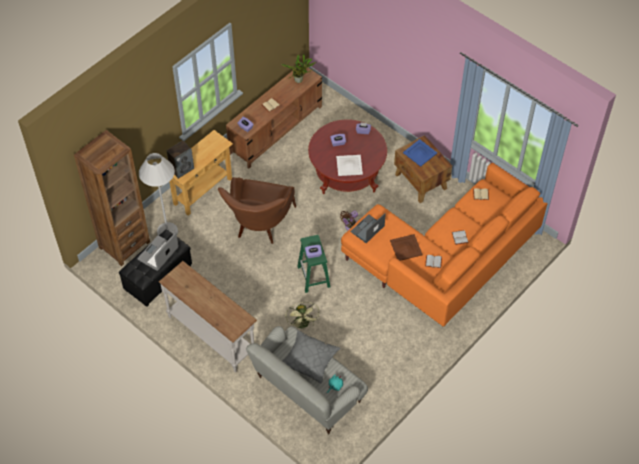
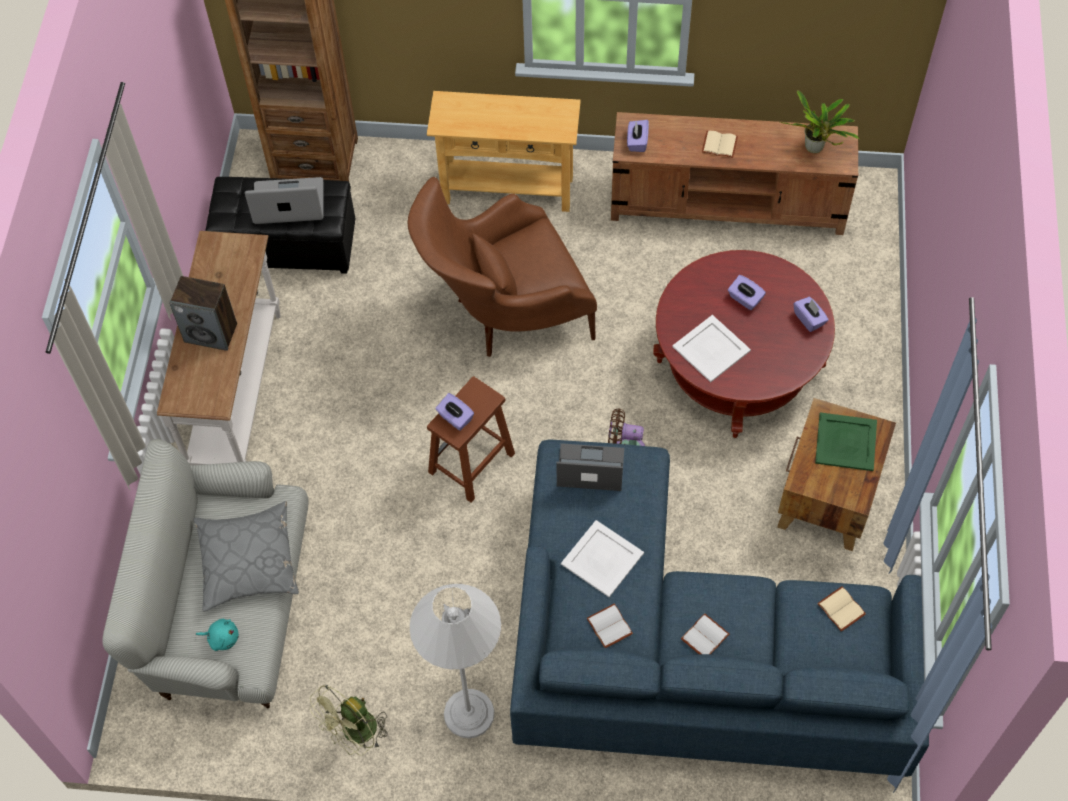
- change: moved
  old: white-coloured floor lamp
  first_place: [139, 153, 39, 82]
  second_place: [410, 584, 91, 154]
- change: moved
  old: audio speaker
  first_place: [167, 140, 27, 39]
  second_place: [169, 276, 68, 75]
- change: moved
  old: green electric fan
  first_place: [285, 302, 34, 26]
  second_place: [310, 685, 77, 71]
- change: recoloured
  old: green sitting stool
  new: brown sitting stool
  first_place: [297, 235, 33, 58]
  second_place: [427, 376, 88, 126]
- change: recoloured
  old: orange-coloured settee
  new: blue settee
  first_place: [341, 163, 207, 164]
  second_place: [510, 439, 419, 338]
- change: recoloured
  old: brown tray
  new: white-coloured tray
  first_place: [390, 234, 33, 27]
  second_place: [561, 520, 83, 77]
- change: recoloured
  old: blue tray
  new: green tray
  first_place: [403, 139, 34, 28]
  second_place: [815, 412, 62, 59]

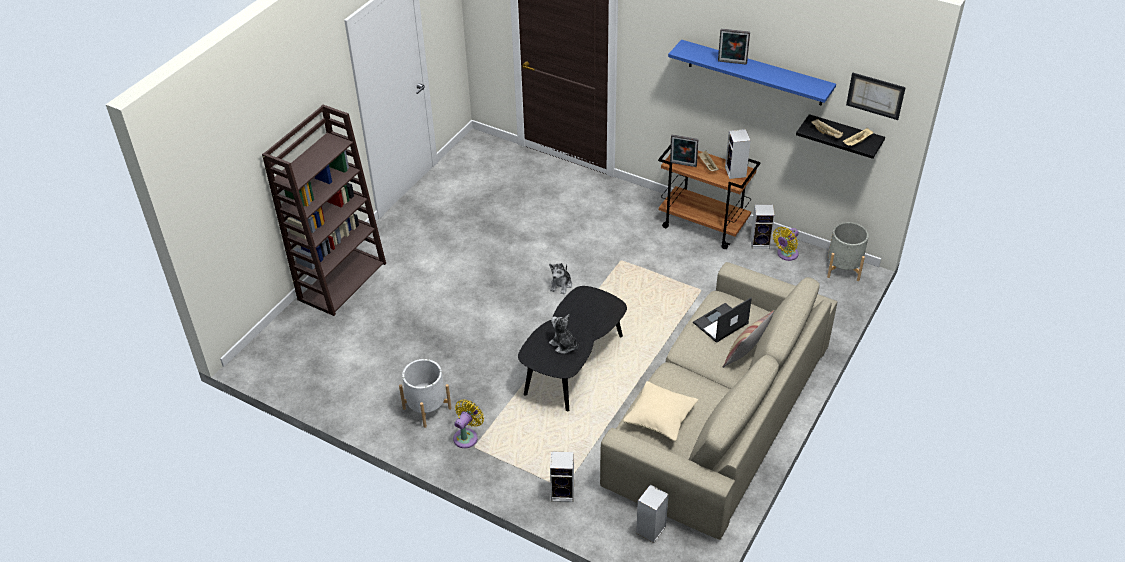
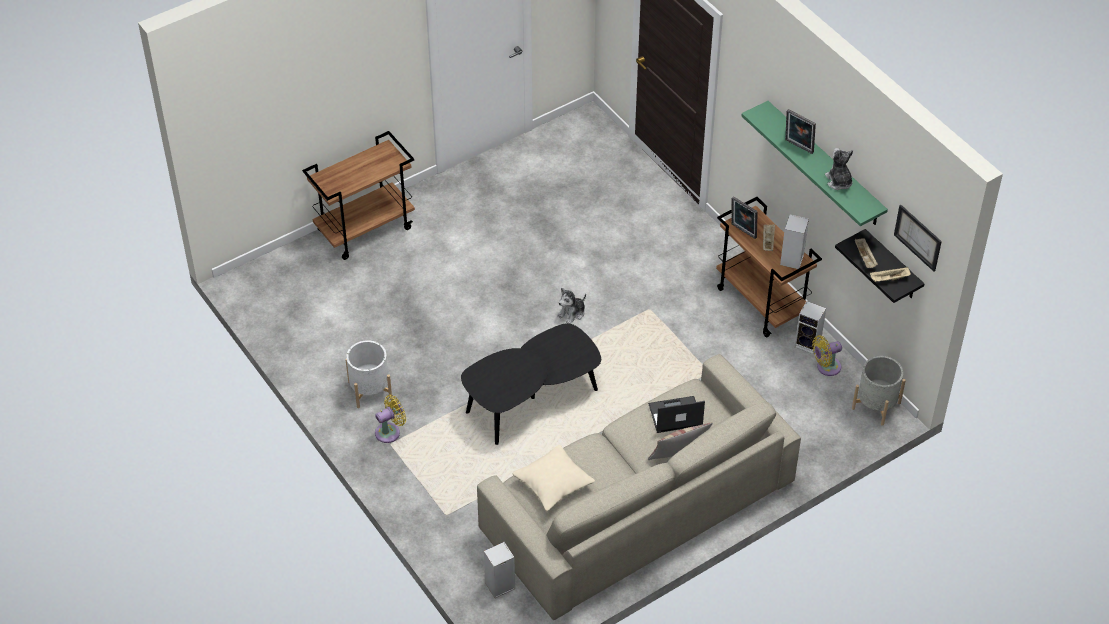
- change: removed
  old: audio speaker
  first_place: [550, 451, 24, 51]
- change: moved
  old: soft toy
  first_place: [549, 314, 29, 40]
  second_place: [825, 148, 28, 42]
- change: replaced
  old: brown bookcase
  new: brown wheeled cart
  first_place: [262, 105, 124, 211]
  second_place: [302, 131, 113, 129]
- change: recoloured
  old: blue shelf
  new: green shelf
  first_place: [668, 40, 168, 66]
  second_place: [741, 101, 147, 125]

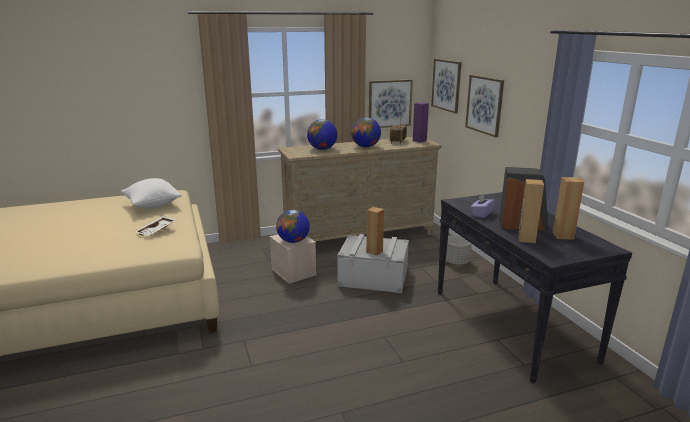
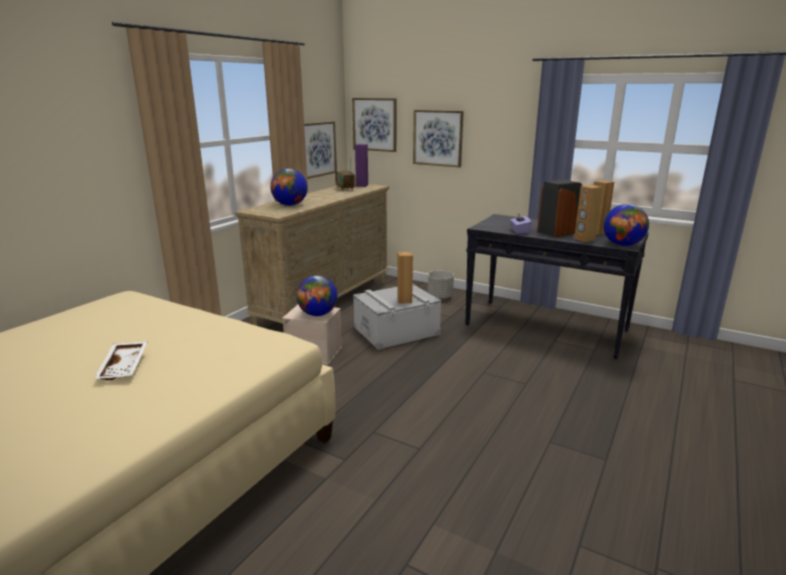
- change: removed
  old: white-coloured pillow
  first_place: [121, 178, 61, 30]
- change: moved
  old: white-coloured tray
  first_place: [135, 216, 41, 20]
  second_place: [94, 341, 54, 40]
- change: moved
  old: desk globe
  first_place: [351, 117, 30, 30]
  second_place: [603, 204, 46, 42]

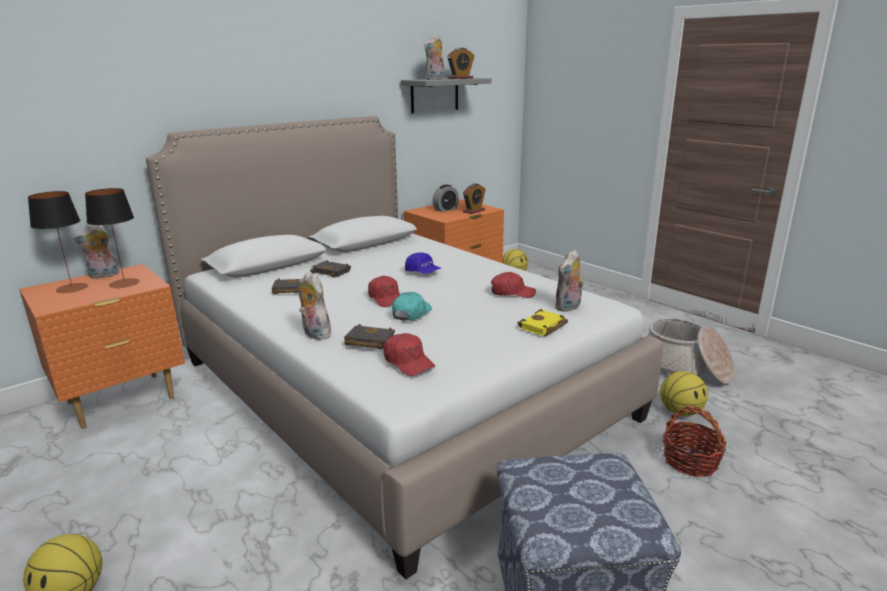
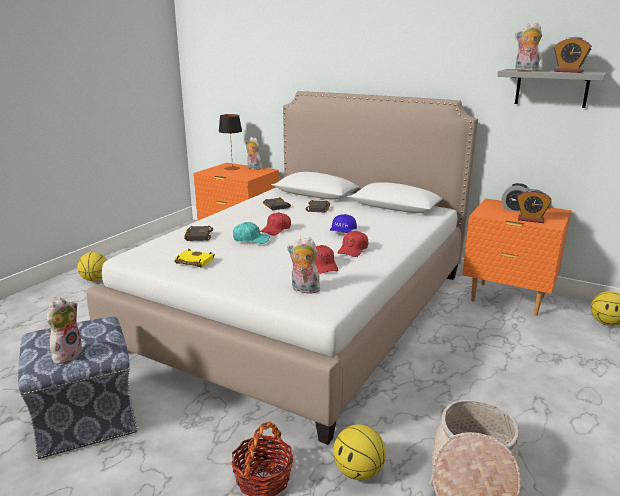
- change: removed
  old: lamp for a table
  first_place: [85, 188, 55, 100]
- change: moved
  old: soft toy
  first_place: [298, 272, 34, 68]
  second_place: [47, 298, 36, 66]
- change: moved
  old: red peaked cap
  first_place: [383, 333, 52, 43]
  second_place: [338, 231, 30, 26]
- change: moved
  old: yellow volume
  first_place: [518, 309, 50, 27]
  second_place: [174, 249, 41, 18]

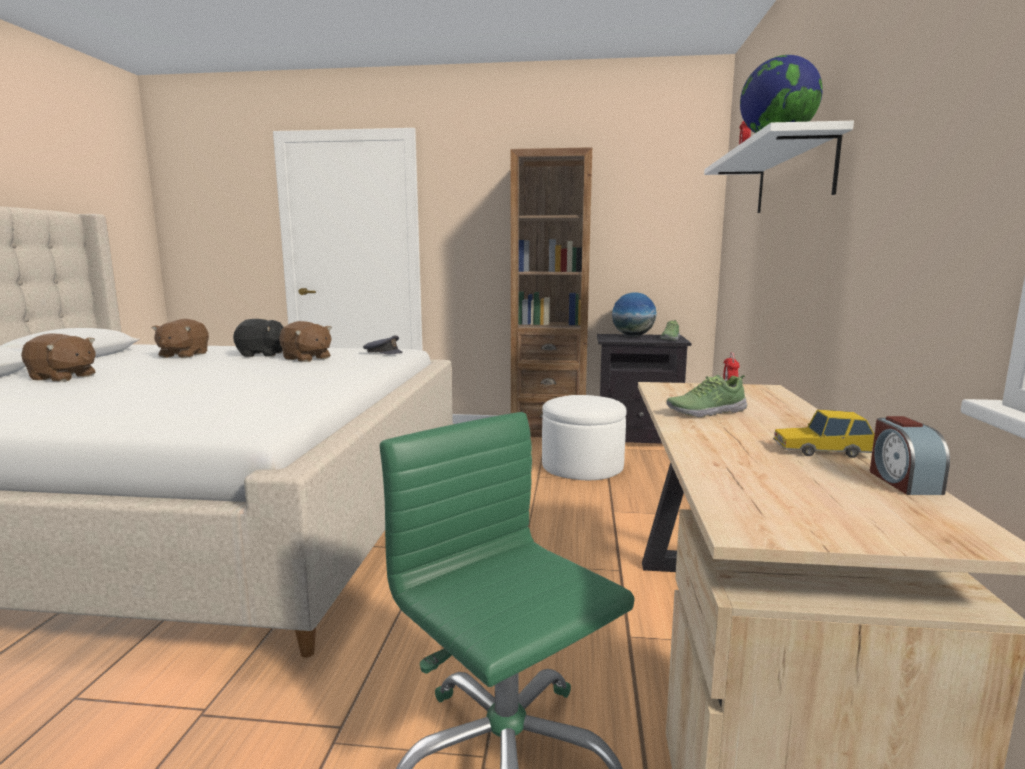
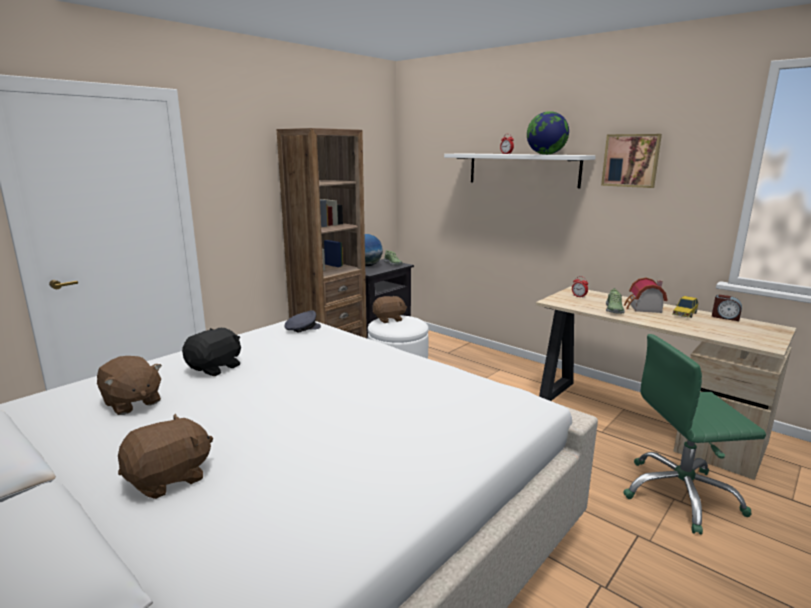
- change: added
  new: wall art
  second_place: [601, 134, 61, 54]
- change: added
  new: toy house
  second_place: [624, 278, 43, 35]
- change: moved
  old: brown soft toy
  first_place: [279, 321, 53, 41]
  second_place: [372, 296, 35, 27]

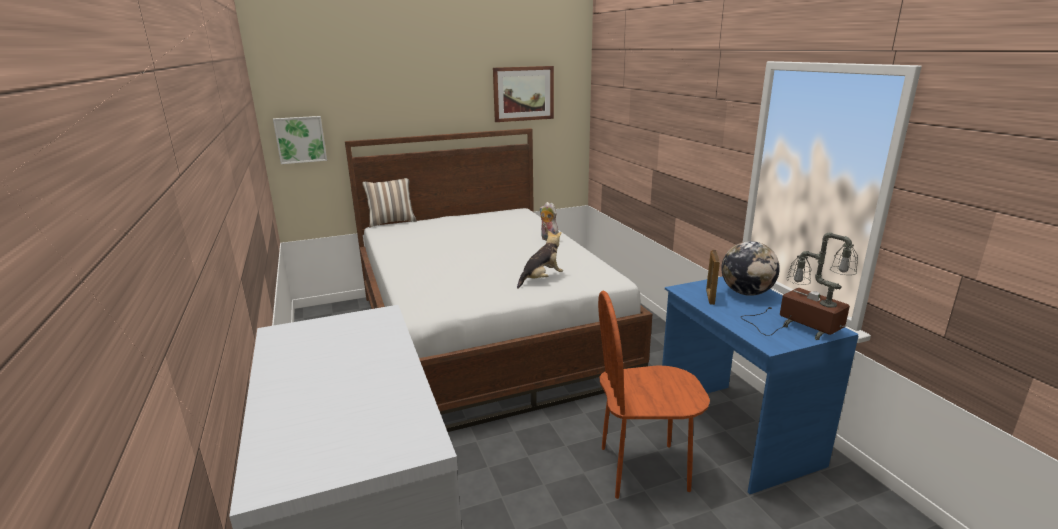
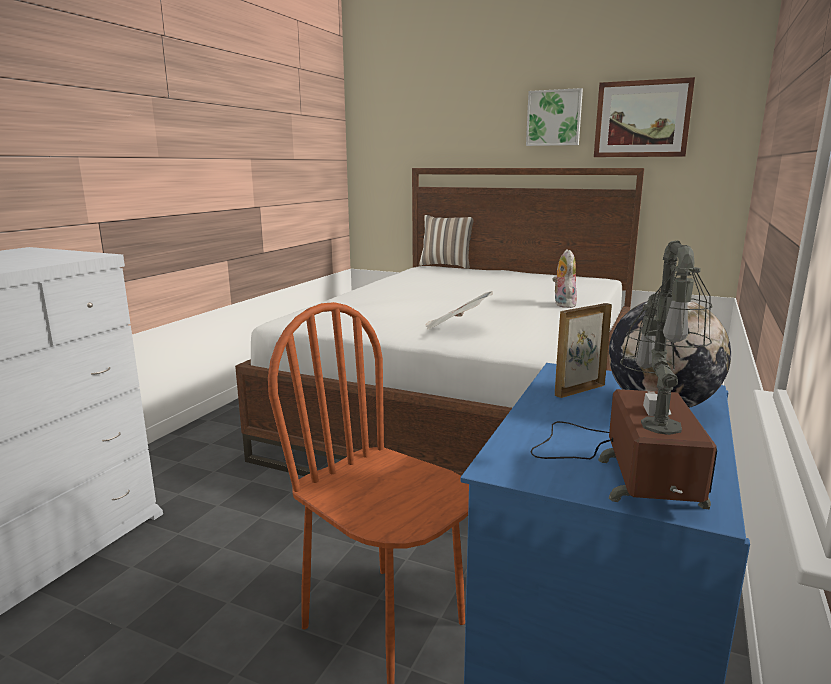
- change: moved
  old: wall art
  first_place: [273, 116, 54, 48]
  second_place: [526, 88, 57, 58]
- change: replaced
  old: soft toy
  new: printed paper
  first_place: [517, 230, 46, 59]
  second_place: [426, 291, 67, 39]

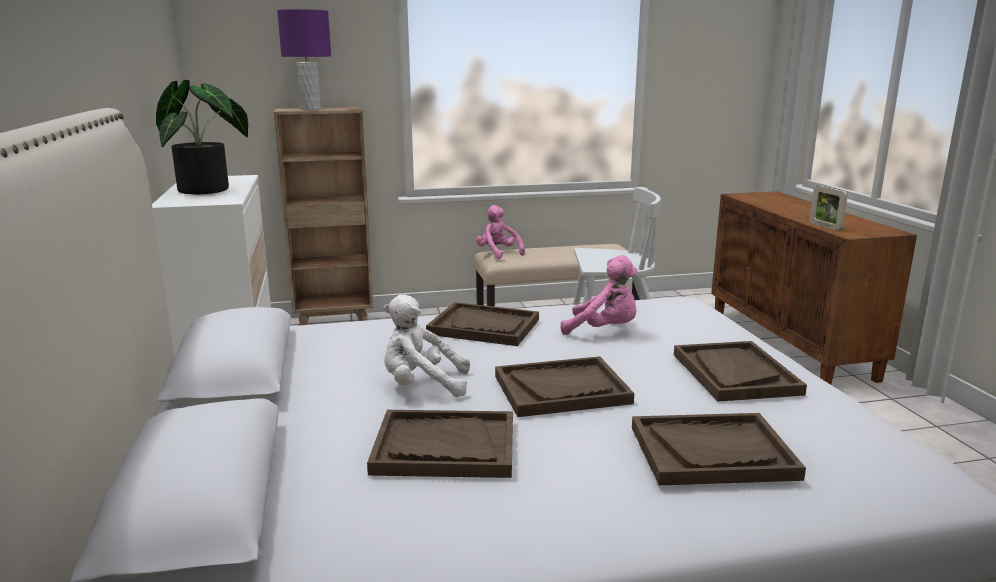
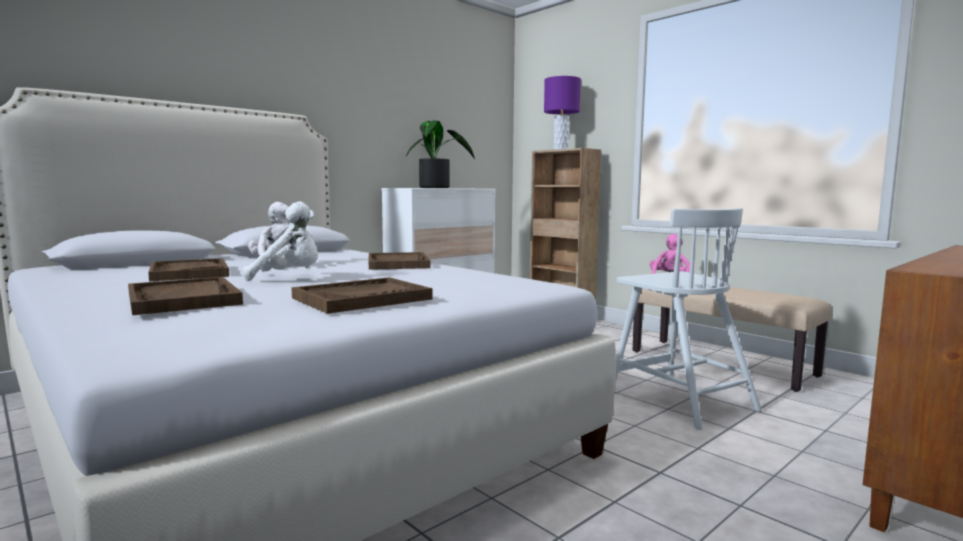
- change: removed
  old: pink soft toy
  first_place: [561, 255, 76, 80]
- change: removed
  old: standing frame
  first_place: [810, 186, 38, 45]
- change: replaced
  old: brown tray
  new: white-coloured soft toy
  first_place: [495, 356, 139, 61]
  second_place: [243, 202, 75, 79]

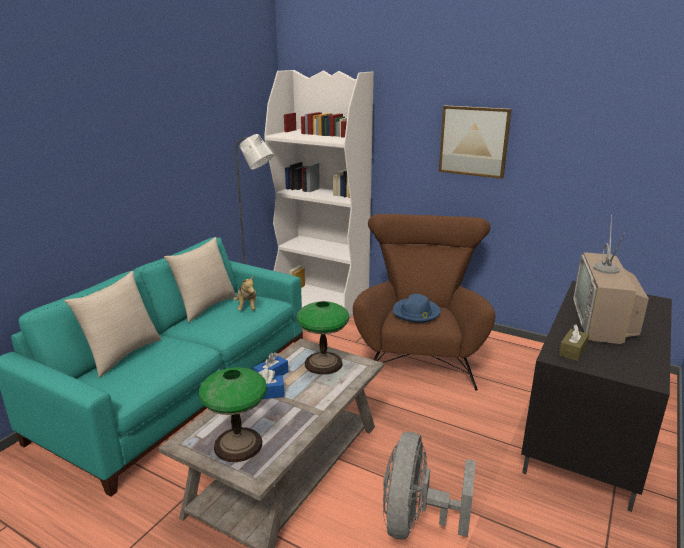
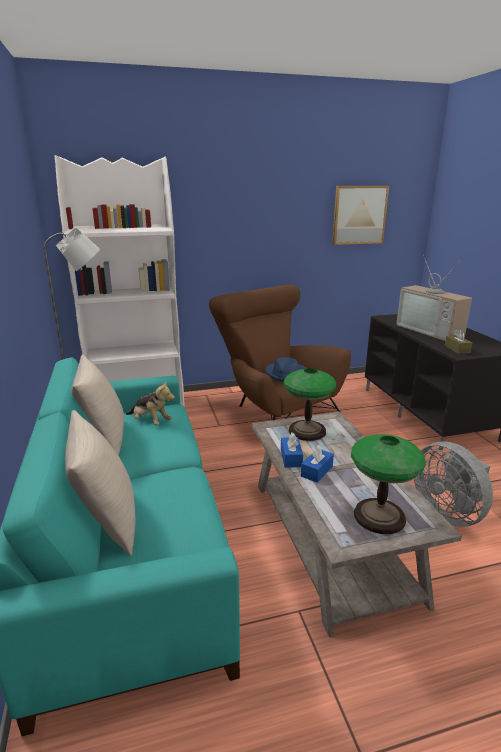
- change: moved
  old: wall art
  first_place: [439, 106, 73, 73]
  second_place: [332, 186, 57, 59]

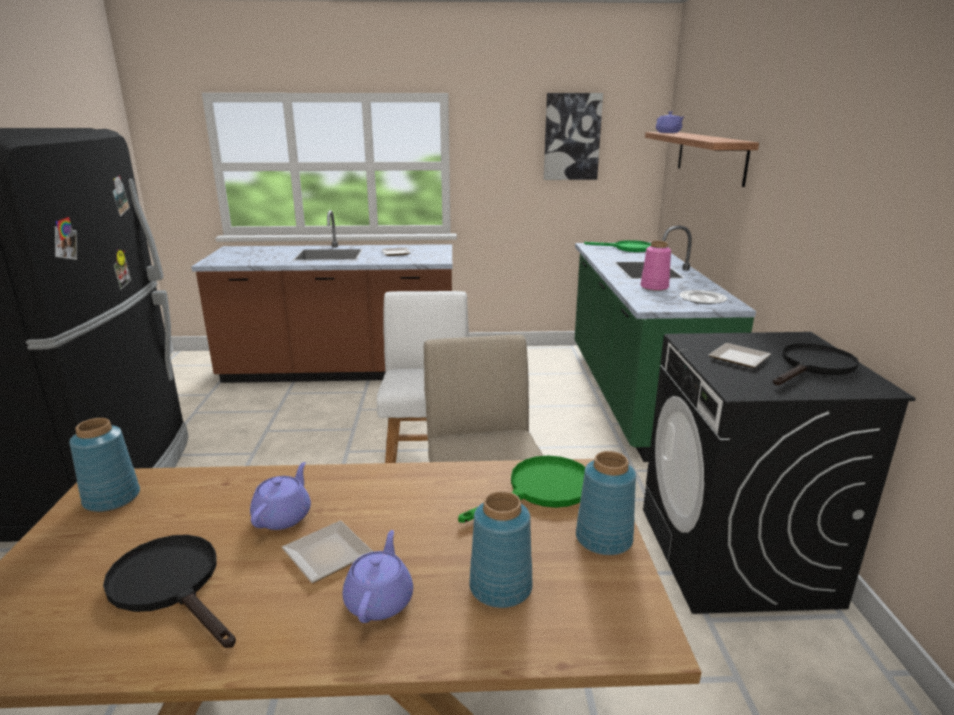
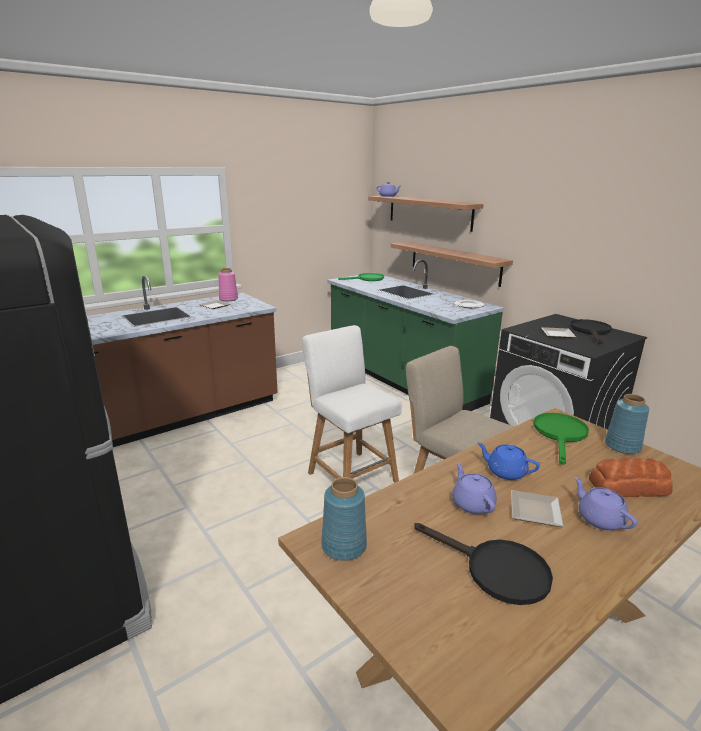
- change: removed
  old: wall art
  first_place: [544, 93, 59, 87]
- change: added
  new: shelf
  second_place: [391, 241, 122, 46]
- change: added
  new: blue pot for tea
  second_place: [477, 442, 63, 38]
- change: moved
  old: pink vase
  first_place: [640, 241, 31, 50]
  second_place: [218, 268, 20, 33]
- change: replaced
  old: blue vase
  new: bakery bread
  first_place: [469, 491, 64, 117]
  second_place: [589, 458, 84, 39]
- change: turned
  old: black skillet
  first_place: [103, 535, 133, 113]
  second_place: [414, 523, 139, 82]
  degrees: -150

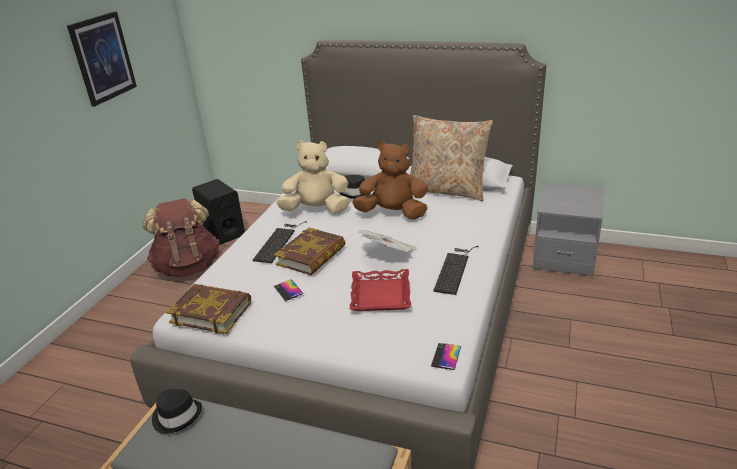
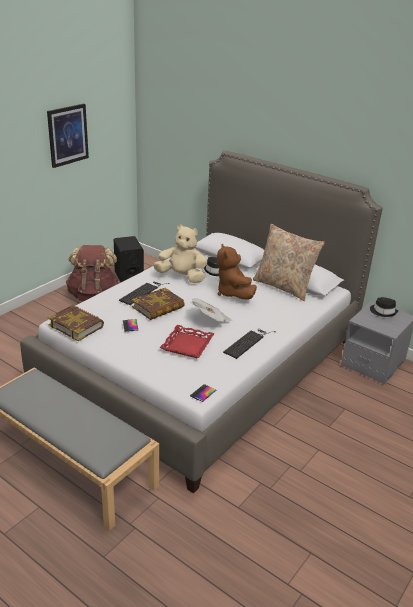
- change: moved
  old: black hat
  first_place: [152, 389, 50, 45]
  second_place: [370, 297, 28, 20]
- change: turned
  old: brown soft toy
  first_place: [352, 141, 76, 79]
  second_place: [217, 243, 40, 56]
  degrees: -135

